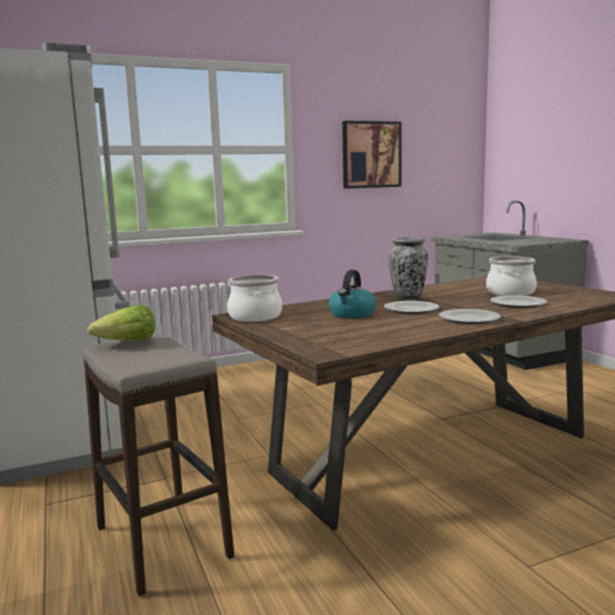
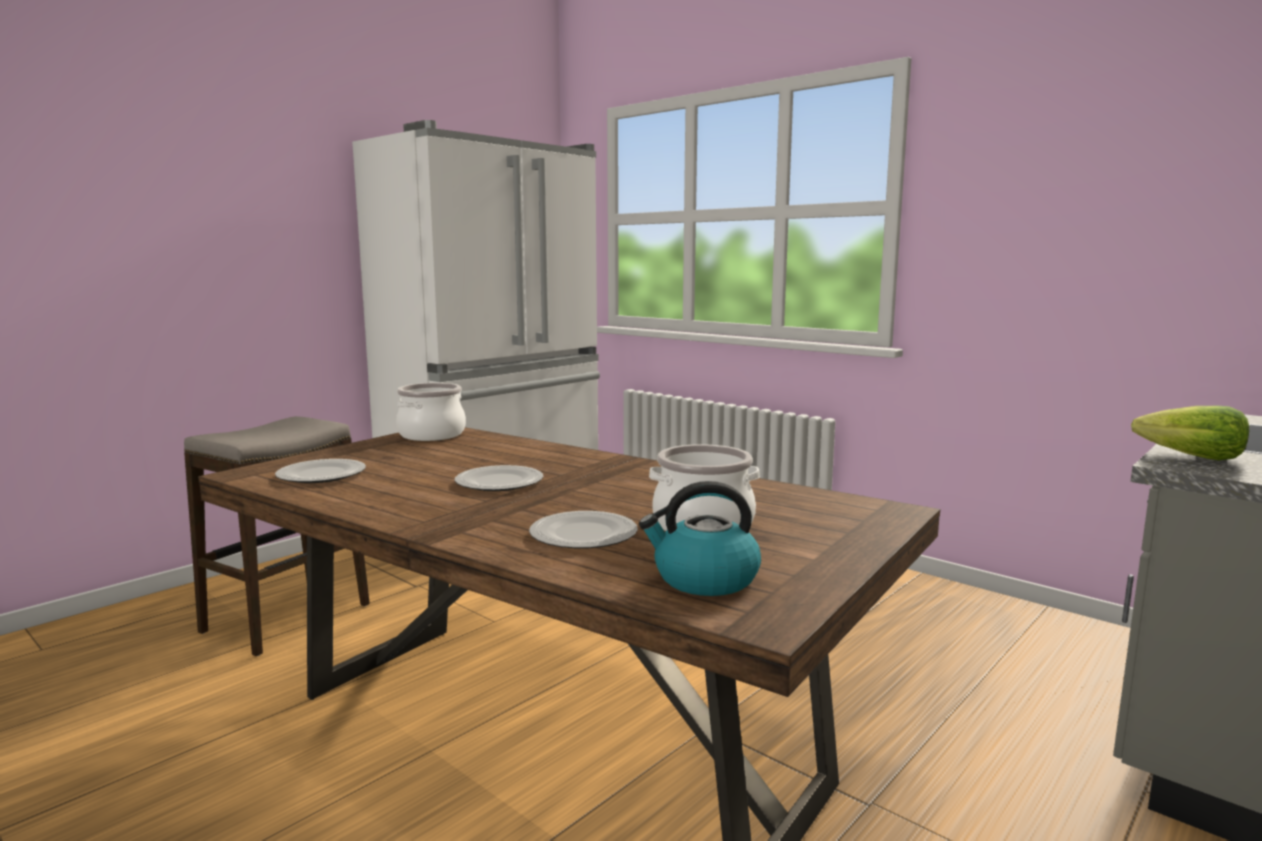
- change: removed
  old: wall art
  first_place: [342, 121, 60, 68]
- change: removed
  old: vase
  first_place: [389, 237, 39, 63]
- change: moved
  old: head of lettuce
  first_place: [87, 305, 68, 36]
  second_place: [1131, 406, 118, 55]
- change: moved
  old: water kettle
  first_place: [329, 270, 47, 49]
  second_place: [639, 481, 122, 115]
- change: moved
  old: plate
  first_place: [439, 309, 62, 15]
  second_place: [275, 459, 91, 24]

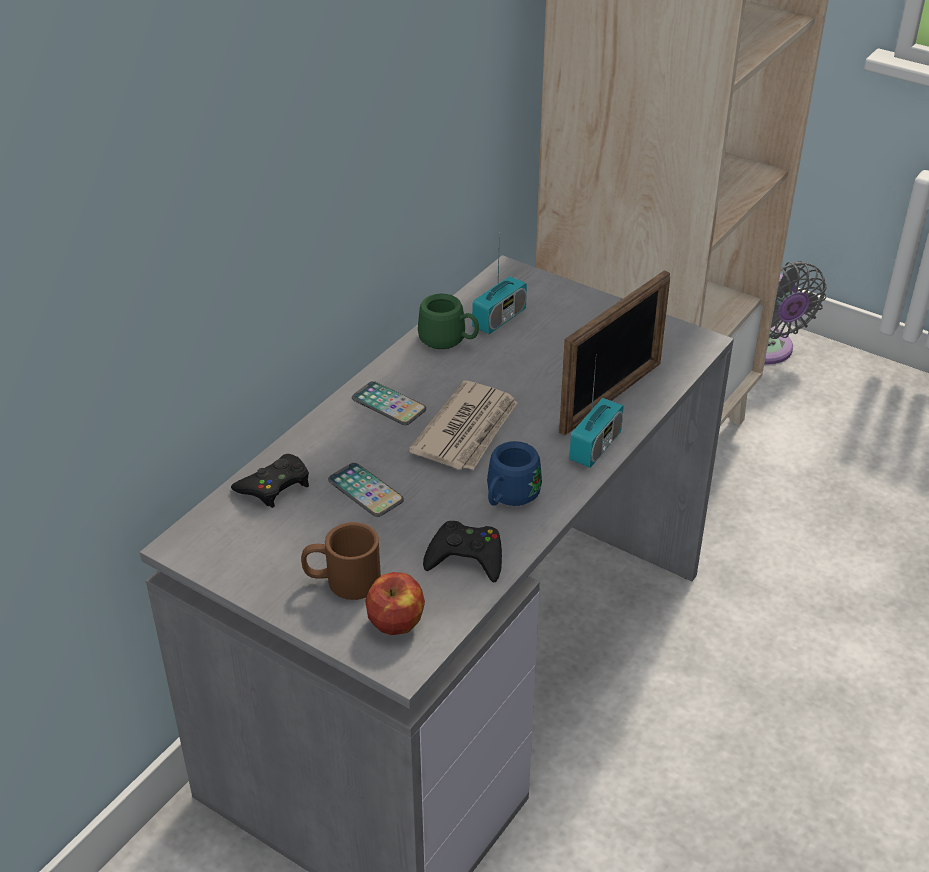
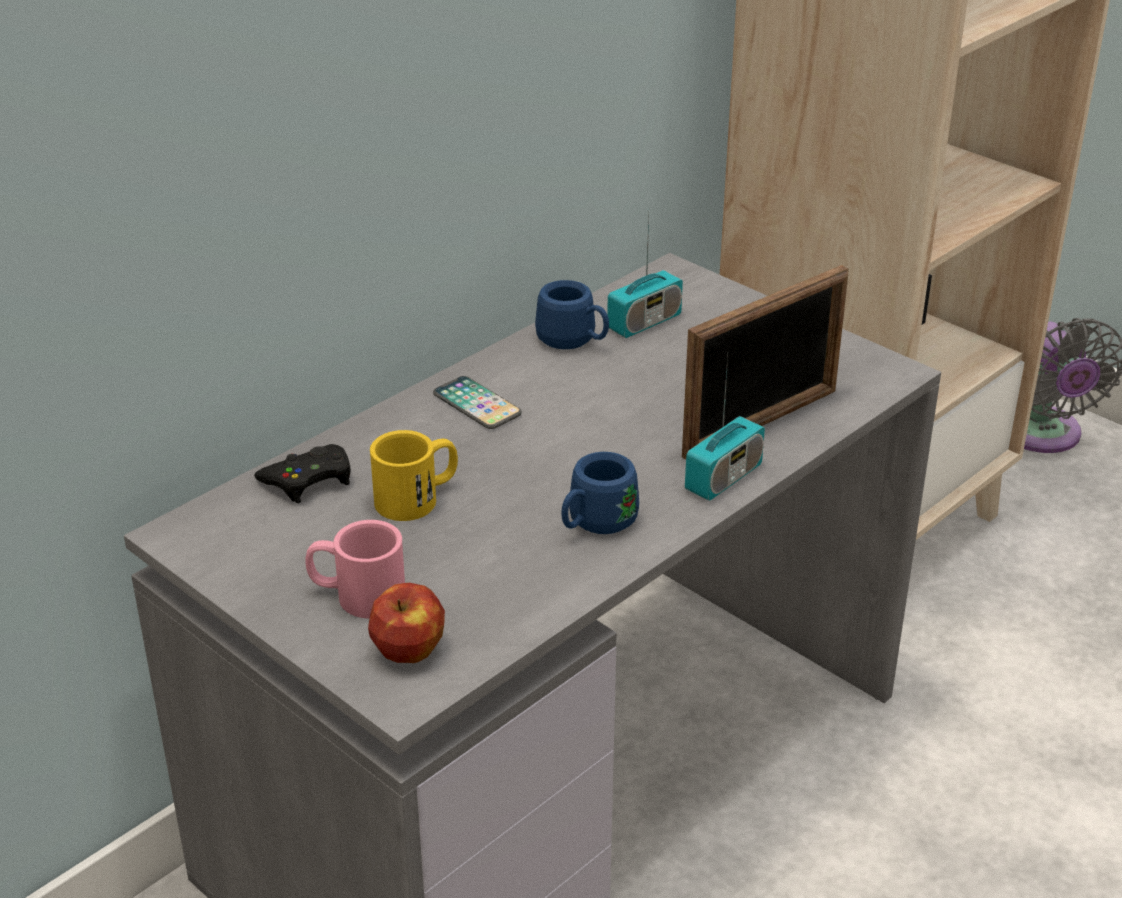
- change: removed
  old: printed paper
  first_place: [409, 381, 109, 89]
- change: removed
  old: black joypad
  first_place: [423, 521, 79, 61]
- change: replaced
  old: handset
  new: yellow mug
  first_place: [328, 463, 76, 54]
  second_place: [370, 430, 88, 91]
- change: recoloured
  old: brown mug
  new: pink mug
  first_place: [301, 522, 80, 78]
  second_place: [306, 520, 99, 98]
- change: recoloured
  old: green mug
  new: blue mug
  first_place: [418, 294, 61, 55]
  second_place: [535, 280, 74, 69]

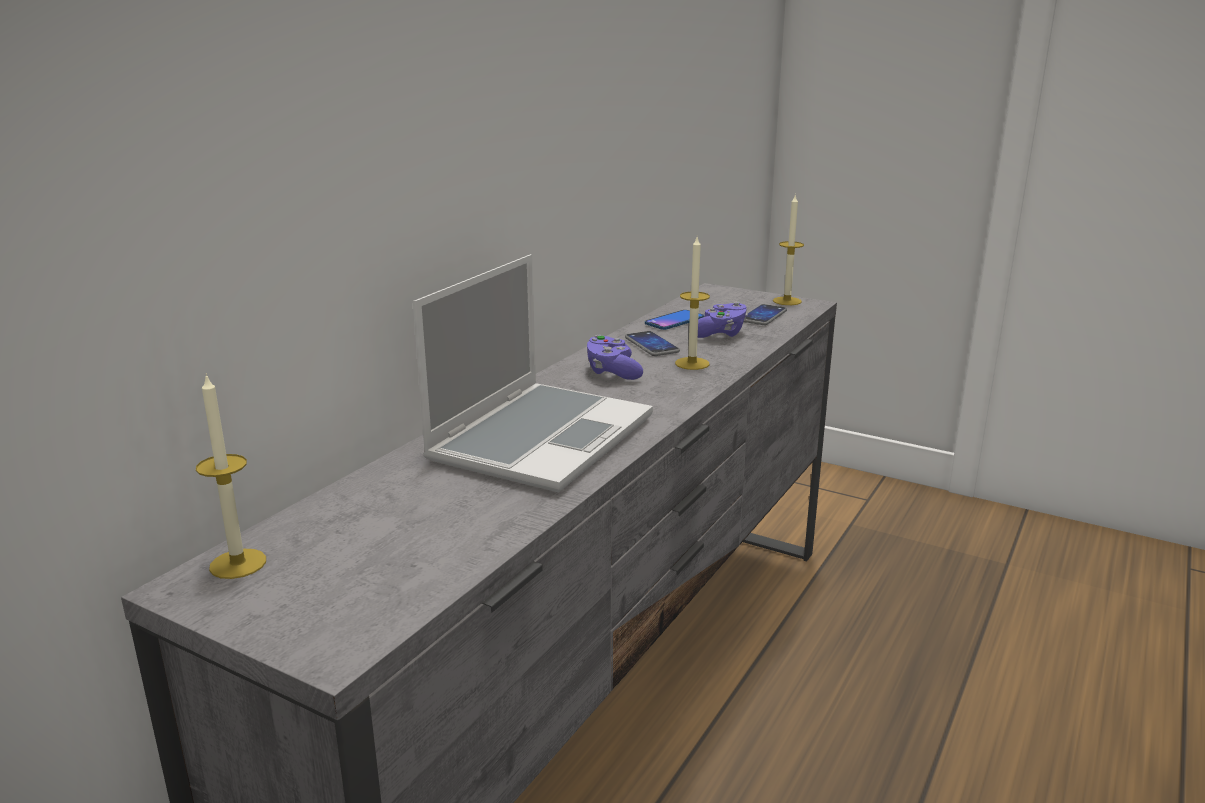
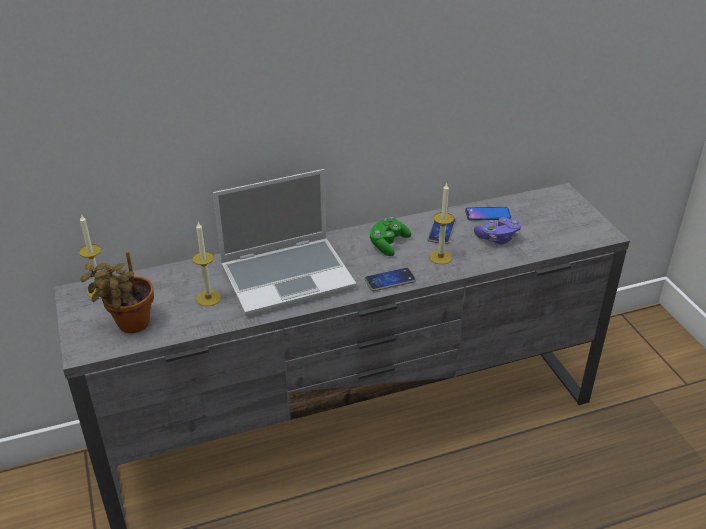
- change: added
  new: plant in a pot
  second_place: [81, 251, 73, 82]
- change: moved
  old: handset
  first_place: [743, 304, 44, 21]
  second_place: [364, 268, 52, 23]
- change: moved
  old: wax light
  first_place: [773, 194, 31, 111]
  second_place: [192, 222, 29, 84]
- change: recoloured
  old: purple joypad
  new: green joypad
  first_place: [587, 335, 56, 45]
  second_place: [369, 217, 42, 39]

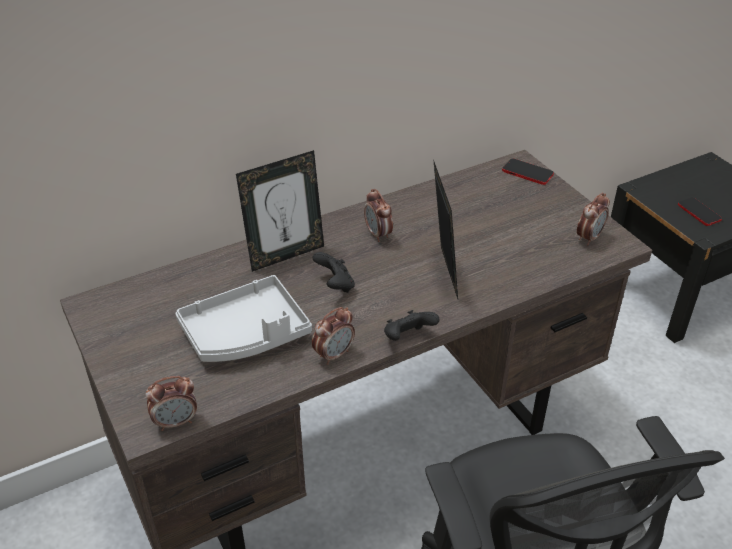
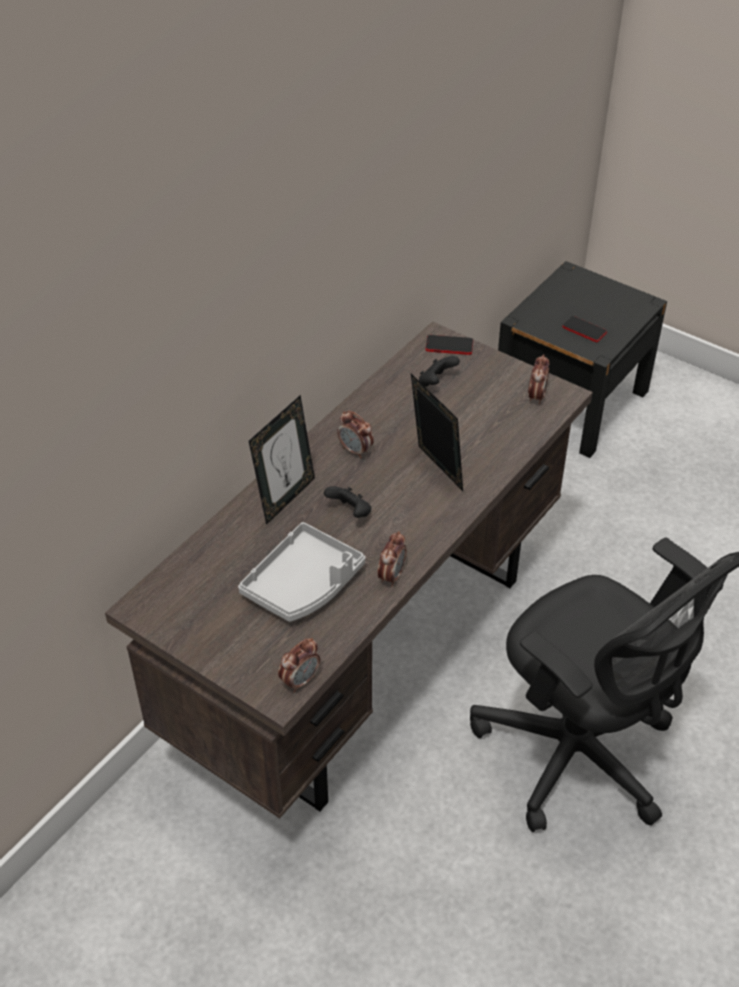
- change: moved
  old: black joypad
  first_place: [384, 310, 55, 31]
  second_place: [419, 356, 41, 31]

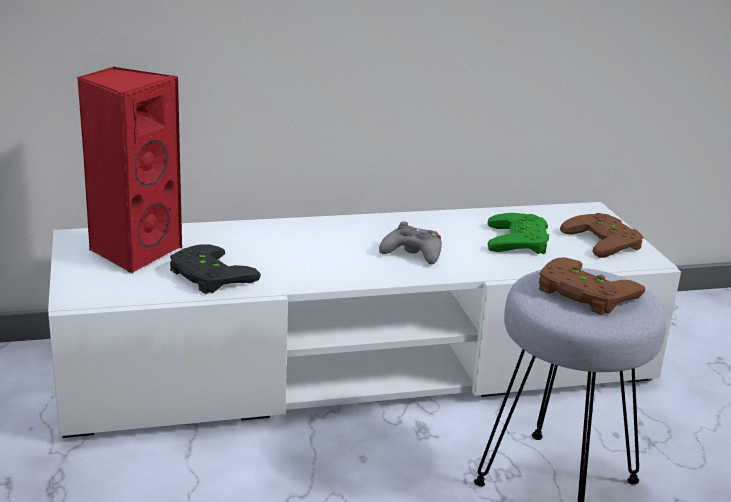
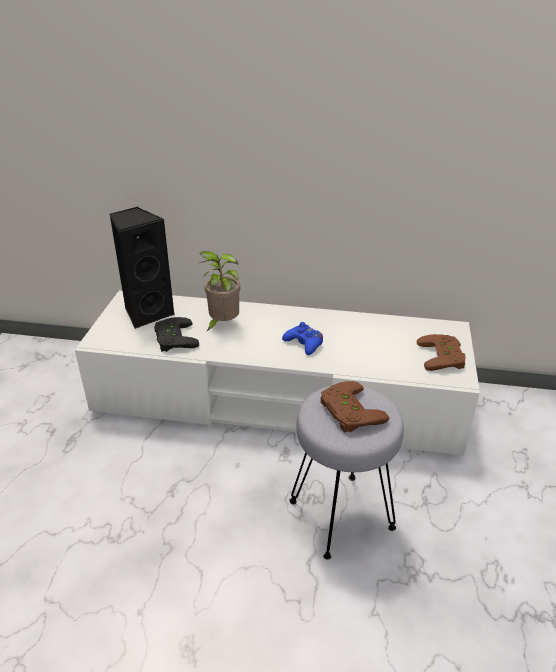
- change: removed
  old: green joypad
  first_place: [487, 213, 62, 41]
- change: added
  new: plant in a pot
  second_place: [200, 251, 40, 81]
- change: recoloured
  old: red audio speaker
  new: black audio speaker
  first_place: [77, 66, 106, 208]
  second_place: [109, 207, 66, 122]
- change: recoloured
  old: greyish joypad
  new: blue joypad
  first_place: [379, 222, 63, 42]
  second_place: [282, 322, 41, 33]

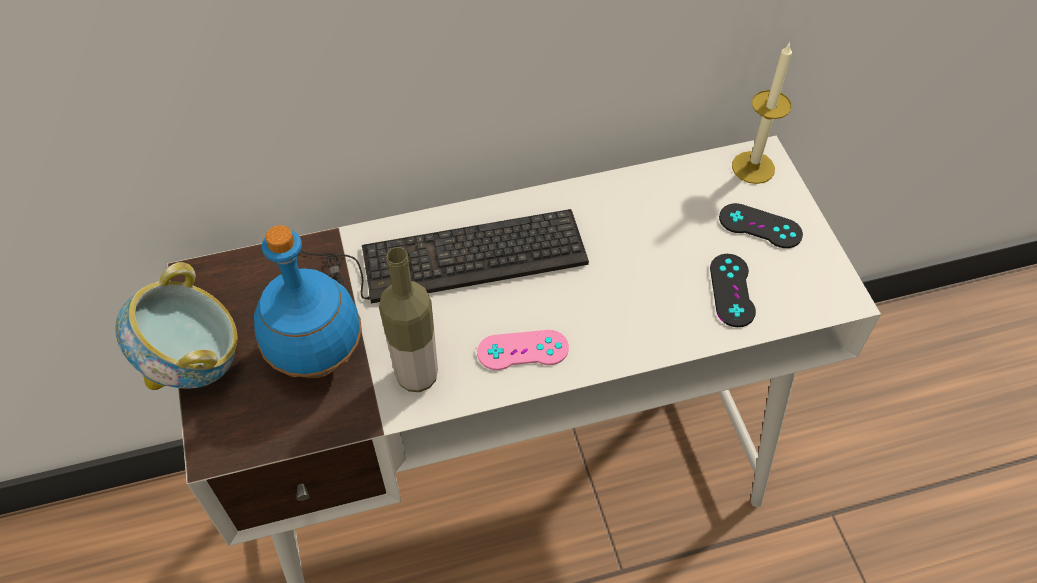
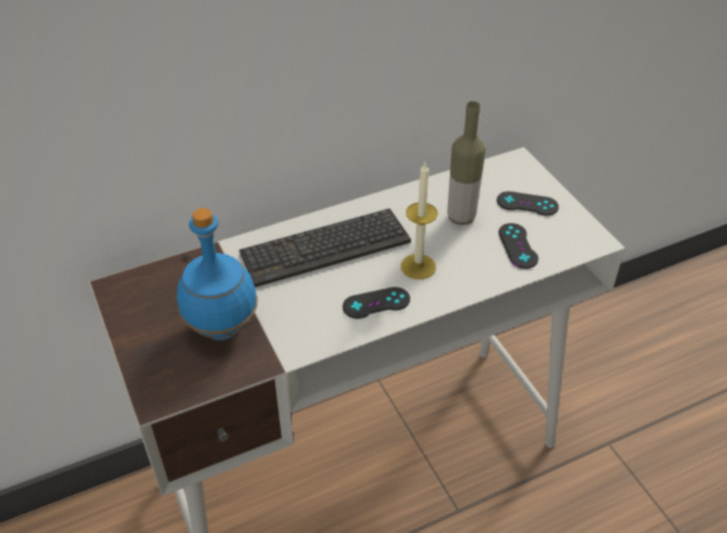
- change: removed
  old: deep dish
  first_place: [115, 262, 123, 128]
- change: moved
  old: drink bottle
  first_place: [379, 247, 59, 145]
  second_place: [447, 101, 39, 124]
- change: moved
  old: wax light
  first_place: [732, 42, 60, 142]
  second_place: [401, 163, 37, 116]
- change: recoloured
  old: pink joypad
  new: black joypad
  first_place: [477, 330, 92, 40]
  second_place: [343, 287, 67, 32]

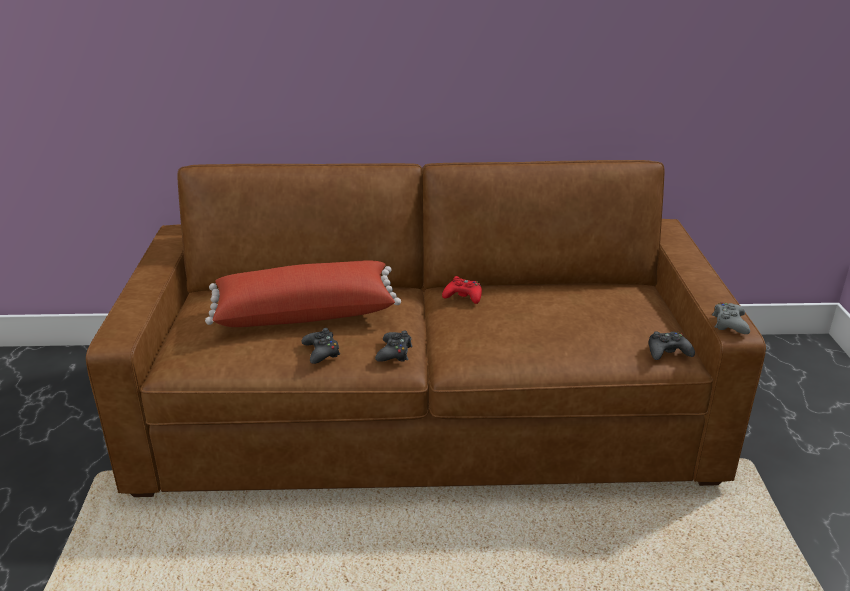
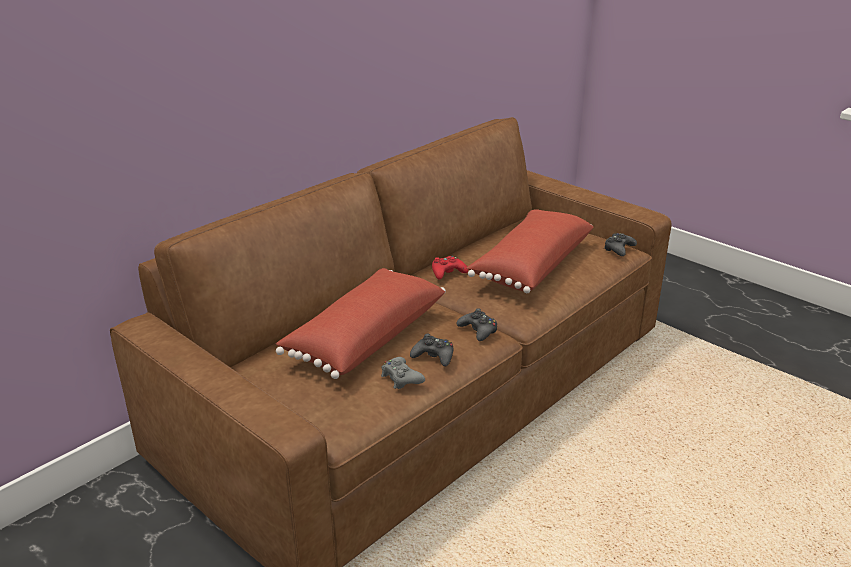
- change: added
  new: red pillow
  second_place: [467, 209, 127, 84]
- change: moved
  old: greyish joypad
  first_place: [712, 303, 38, 31]
  second_place: [381, 357, 44, 32]

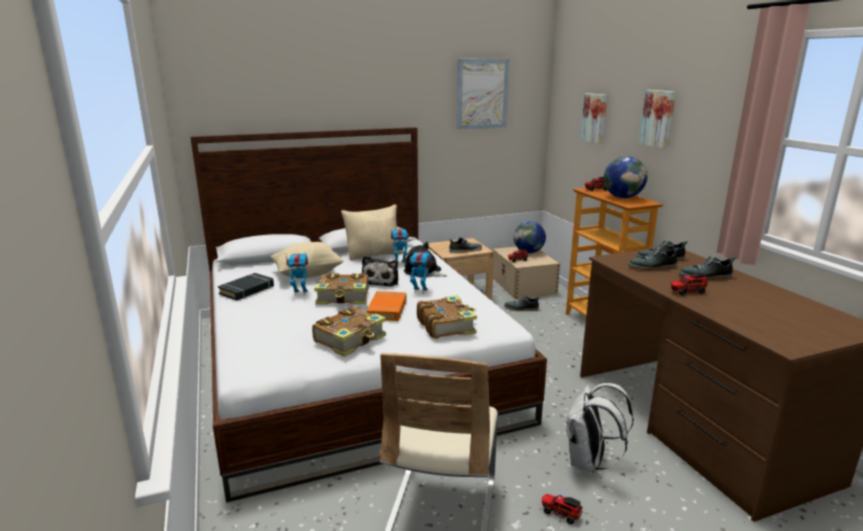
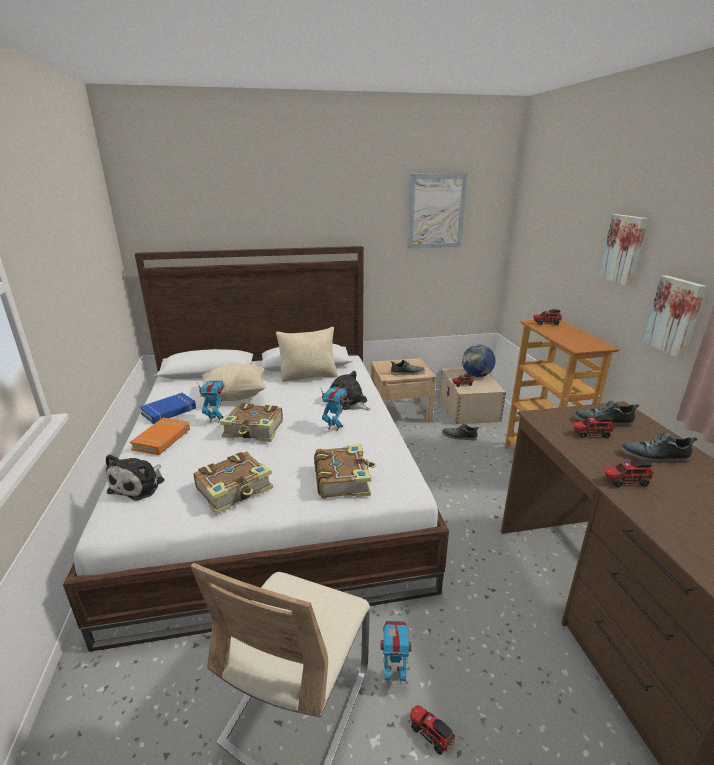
- change: removed
  old: white-coloured knapsack
  first_place: [566, 383, 68, 89]
- change: removed
  old: desk globe
  first_place: [604, 156, 43, 42]
- change: moved
  old: soft toy
  first_place: [362, 256, 37, 31]
  second_place: [106, 454, 59, 47]
- change: moved
  old: orange-coloured volume
  first_place: [366, 291, 41, 30]
  second_place: [130, 418, 60, 37]
- change: moved
  old: model robot
  first_place: [391, 229, 18, 36]
  second_place: [381, 620, 31, 64]
- change: moved
  old: wall art
  first_place: [580, 93, 27, 51]
  second_place: [643, 275, 64, 83]
- change: replaced
  old: shoe
  new: toy lorry
  first_place: [628, 247, 51, 23]
  second_place: [573, 415, 41, 23]
- change: recoloured
  old: black volume
  new: blue volume
  first_place: [218, 273, 56, 27]
  second_place: [140, 393, 56, 31]

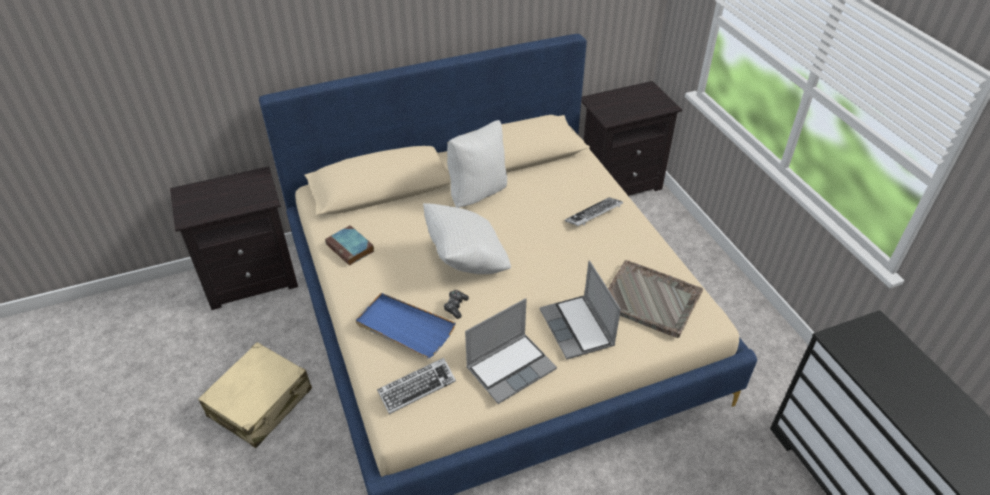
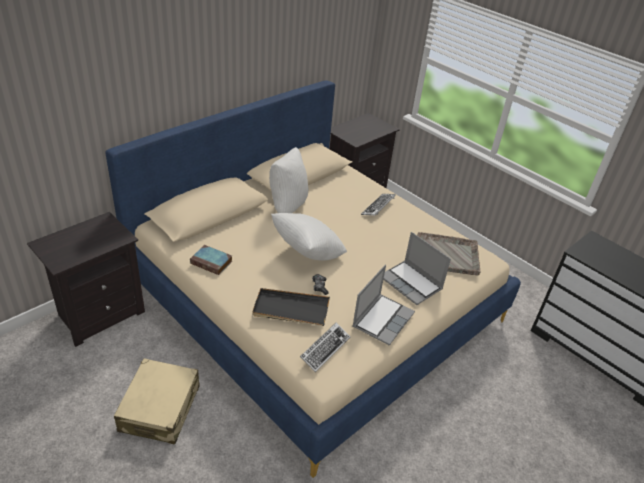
- change: recoloured
  old: blue tray
  new: black tray
  first_place: [356, 293, 100, 65]
  second_place: [252, 288, 78, 38]

